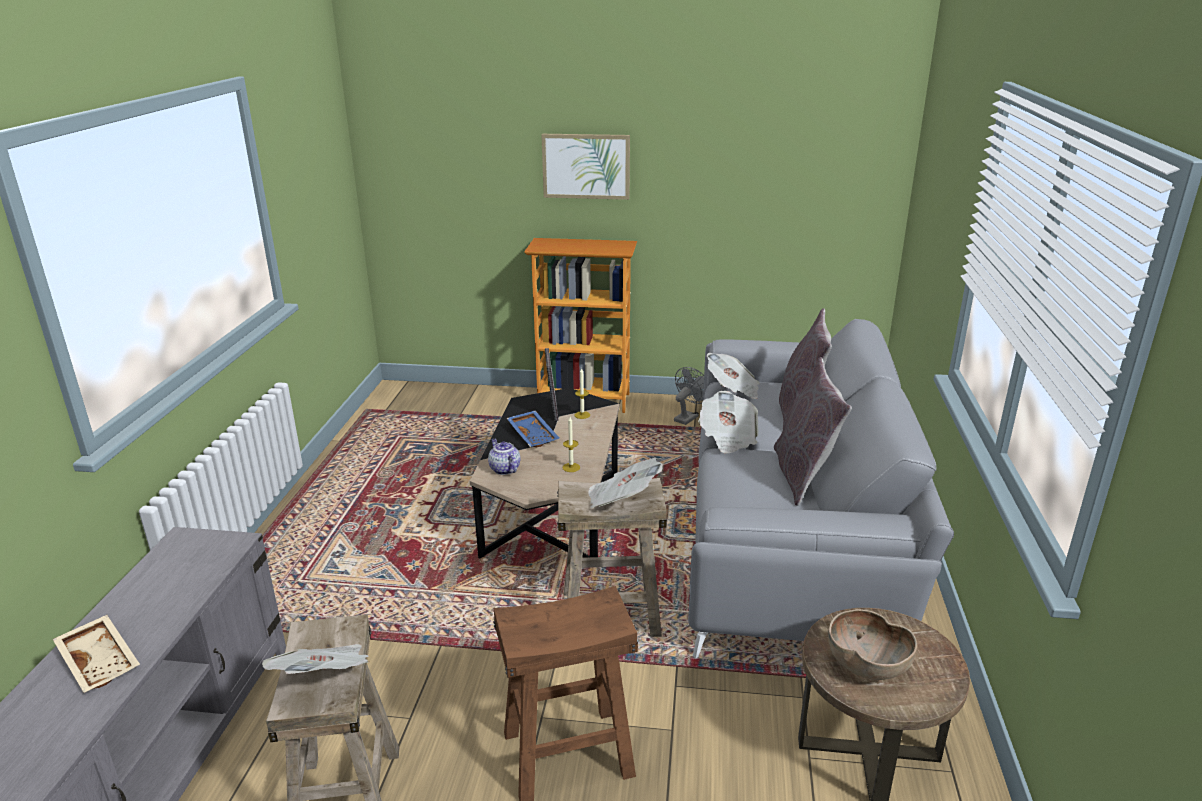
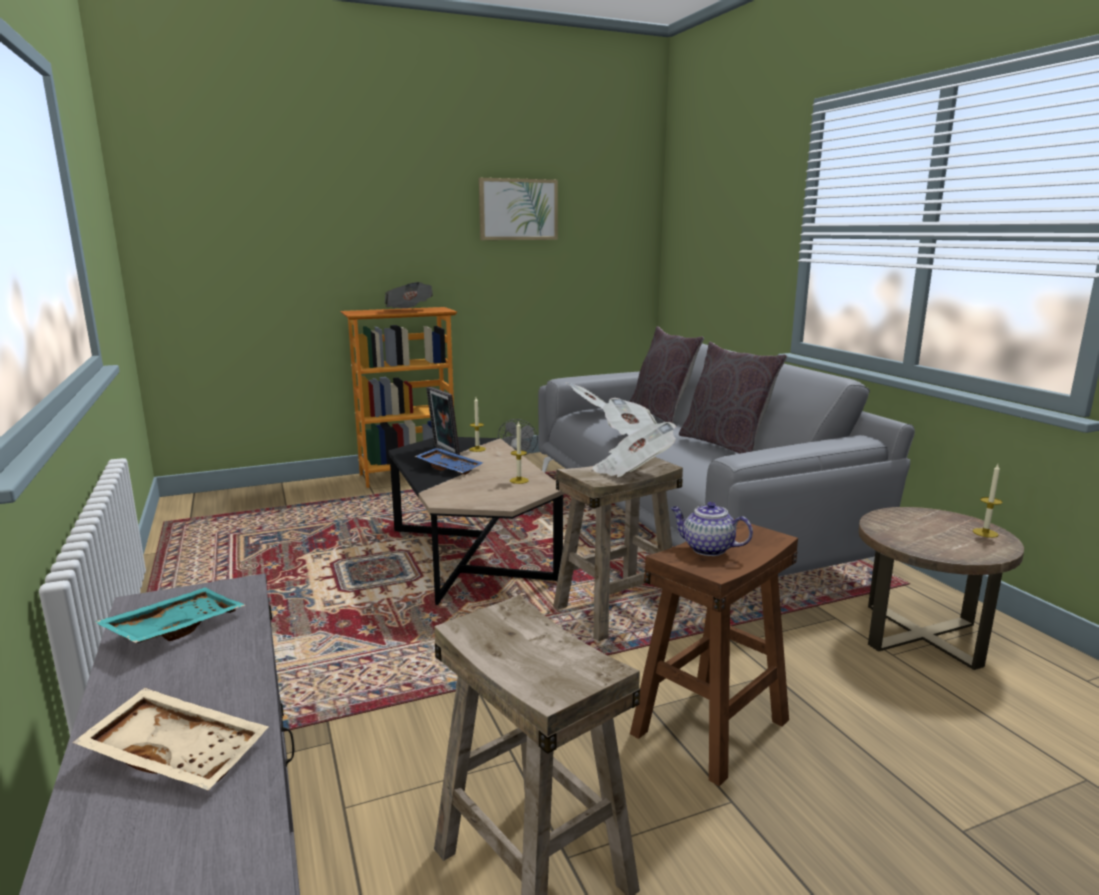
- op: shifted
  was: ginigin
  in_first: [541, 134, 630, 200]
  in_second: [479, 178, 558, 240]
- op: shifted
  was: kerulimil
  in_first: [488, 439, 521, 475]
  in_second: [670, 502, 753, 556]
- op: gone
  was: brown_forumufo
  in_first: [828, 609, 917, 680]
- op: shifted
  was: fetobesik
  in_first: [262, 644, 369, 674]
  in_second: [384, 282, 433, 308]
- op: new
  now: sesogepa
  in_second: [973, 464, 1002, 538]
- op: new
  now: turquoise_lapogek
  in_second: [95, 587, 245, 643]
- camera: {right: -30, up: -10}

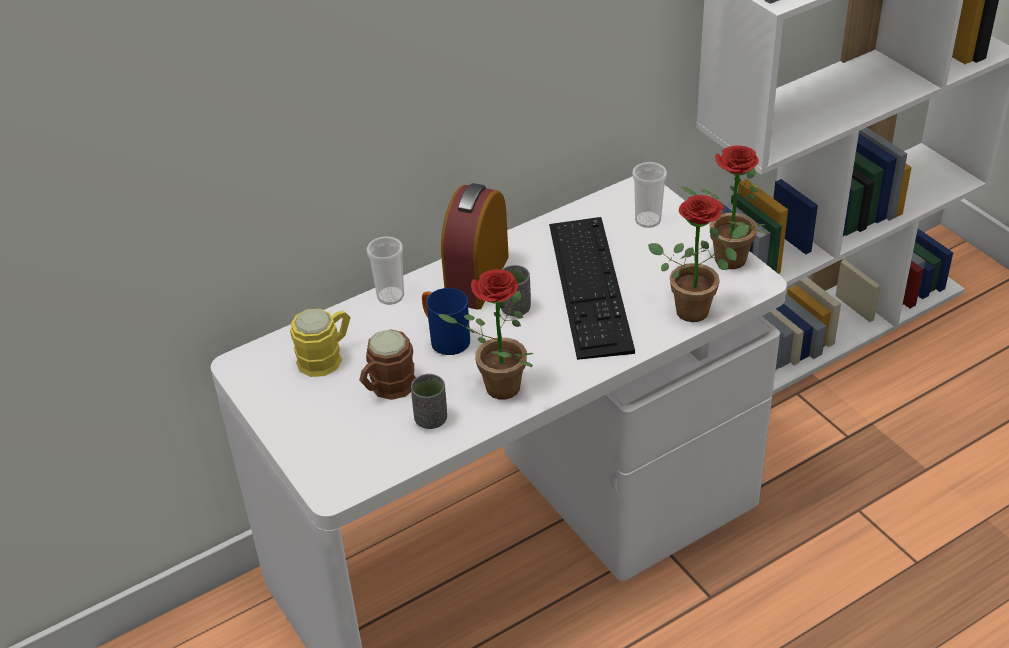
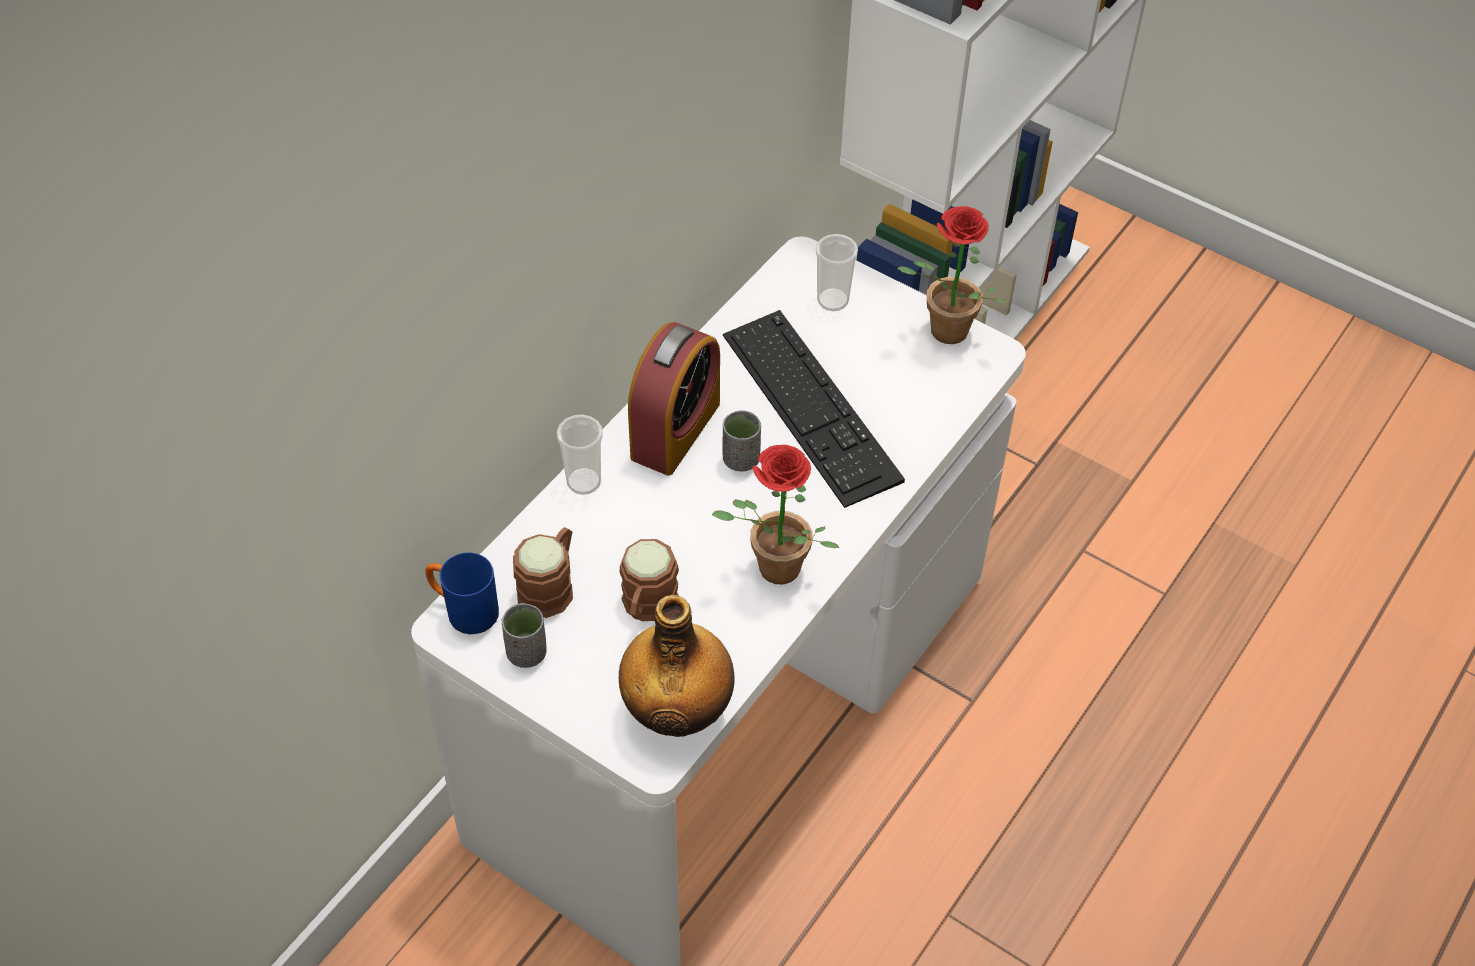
- op: rotated
  was: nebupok
  in_first: [441, 183, 509, 310]
  in_second: [628, 322, 720, 476]
  clockwise: -150
- op: gone
  was: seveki
  in_first: [648, 195, 749, 322]
- op: shifted
  was: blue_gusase
  in_first: [422, 288, 470, 355]
  in_second: [425, 552, 499, 634]
- op: repainted
  was: yellow_gusase
  now: brown_gusase
  in_first: [290, 309, 351, 377]
  in_second: [513, 527, 573, 618]
- op: shifted
  was: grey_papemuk
  in_first: [411, 374, 447, 429]
  in_second: [501, 603, 547, 668]
- op: new
  now: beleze
  in_second: [619, 595, 735, 737]
- camera: {right: -25, up: 10}

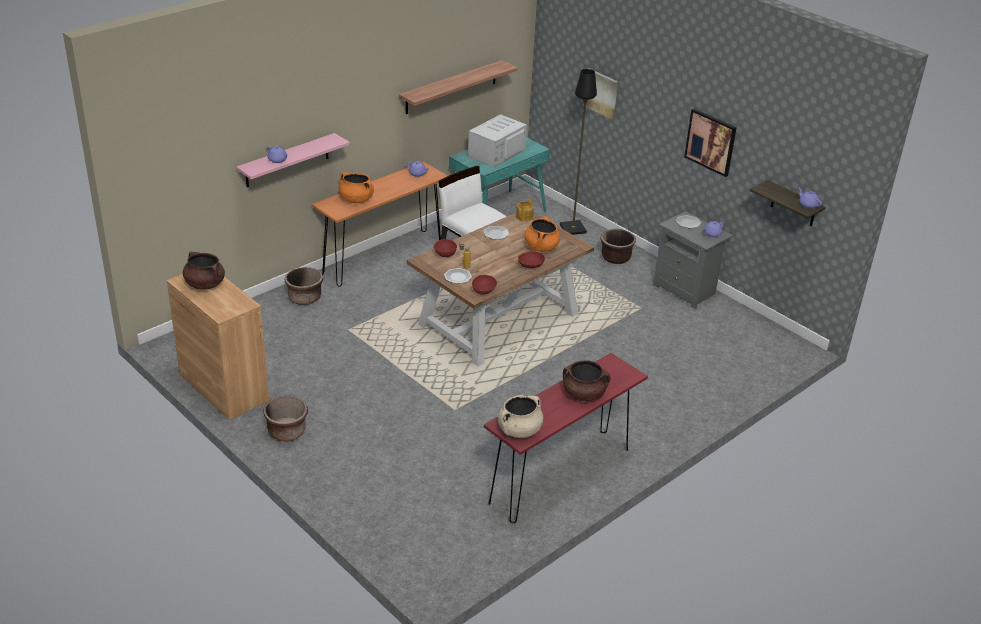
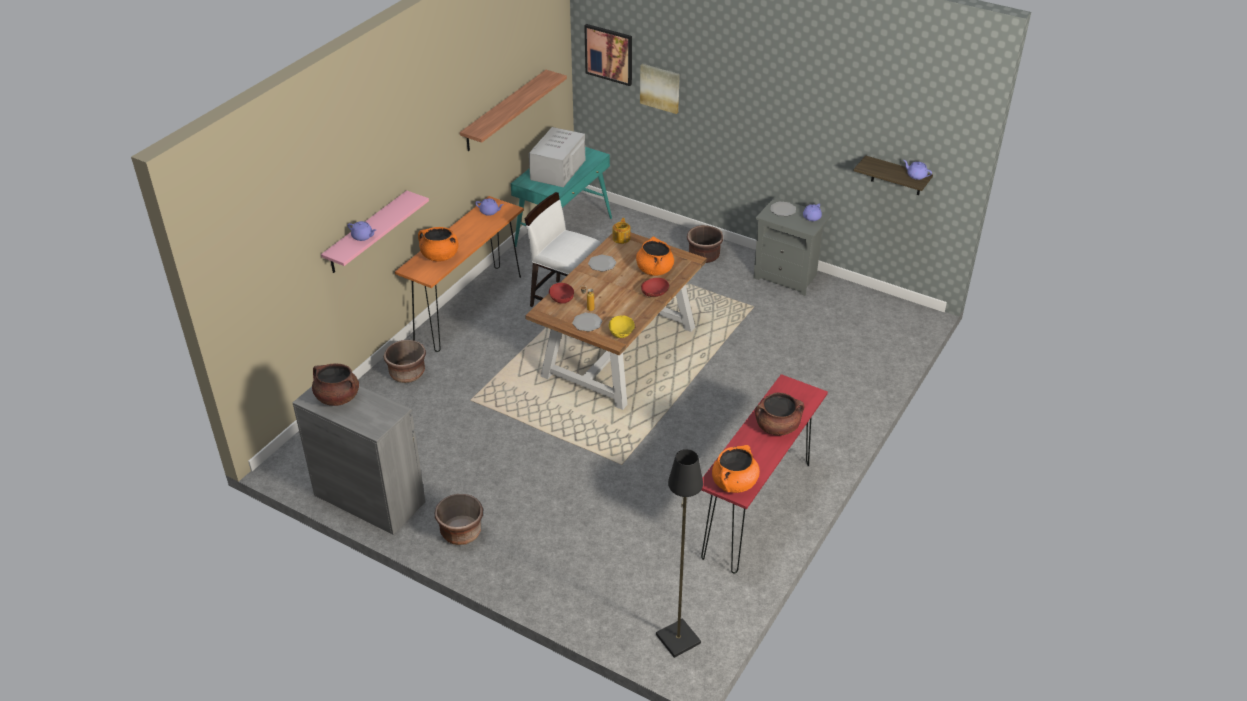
- op: shifted
  was: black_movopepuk
  in_first: [560, 69, 597, 235]
  in_second: [656, 449, 703, 658]
- op: shifted
  was: ginigin
  in_first: [684, 109, 737, 177]
  in_second: [584, 24, 632, 86]
- op: repainted
  was: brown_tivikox
  now: grey_tivikox
  in_first: [167, 274, 269, 420]
  in_second: [293, 386, 426, 535]
- op: repainted
  was: red_forumufo
  now: yellow_forumufo
  in_first: [472, 275, 497, 295]
  in_second: [609, 316, 635, 338]
- op: repainted
  was: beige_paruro
  now: orange_paruro
  in_first: [498, 395, 543, 438]
  in_second: [712, 445, 760, 493]
- camera: {right: -15, up: 5}

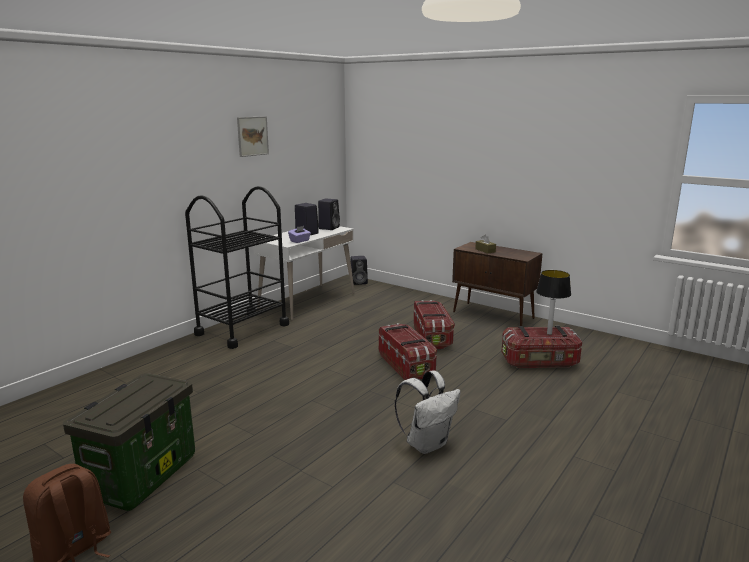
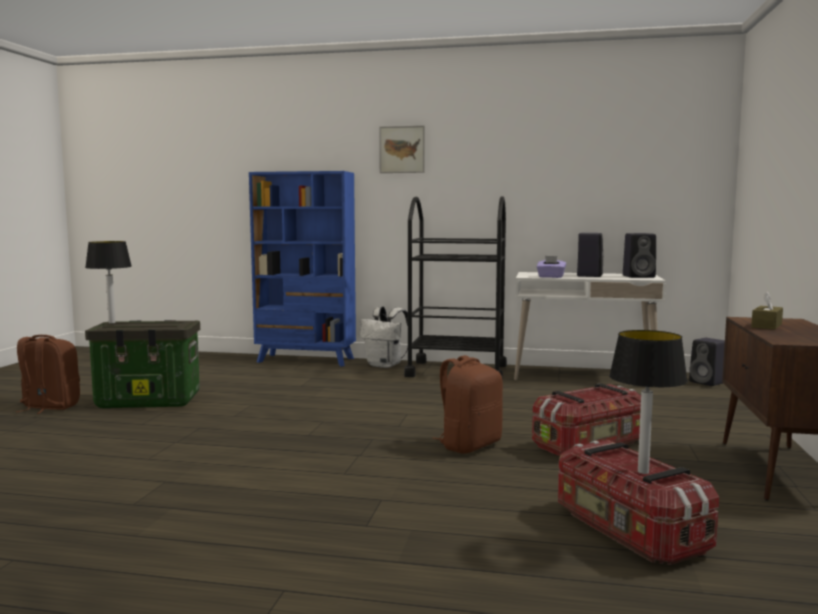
- op: shifted
  was: ginigin
  in_first: [237, 116, 269, 157]
  in_second: [379, 125, 425, 173]
- op: swapped
  was: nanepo
  now: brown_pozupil
  in_first: [379, 323, 437, 380]
  in_second: [432, 355, 503, 453]
- op: shifted
  was: white_pozupil
  in_first: [395, 371, 460, 454]
  in_second: [360, 306, 408, 368]
- op: new
  now: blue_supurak
  in_second: [249, 171, 356, 367]
- op: new
  now: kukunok
  in_second: [85, 241, 132, 324]
- camera: {right: 65, up: -10}

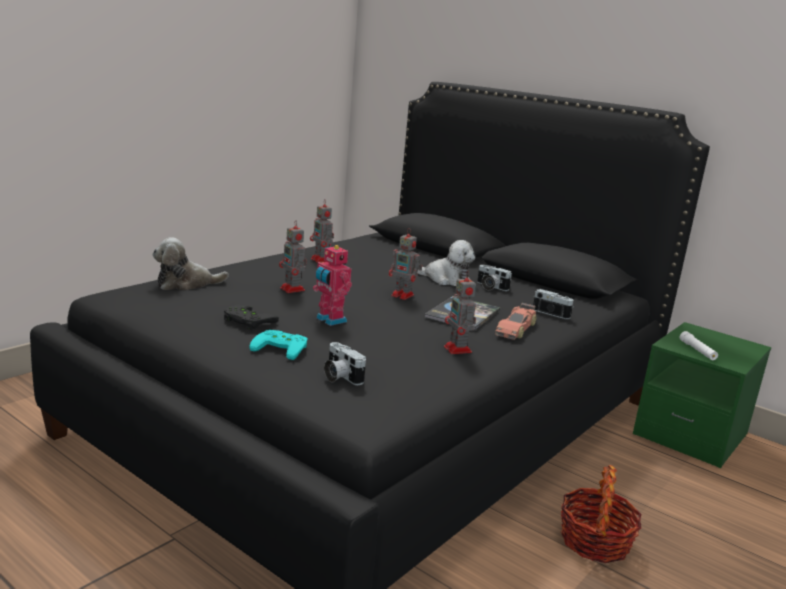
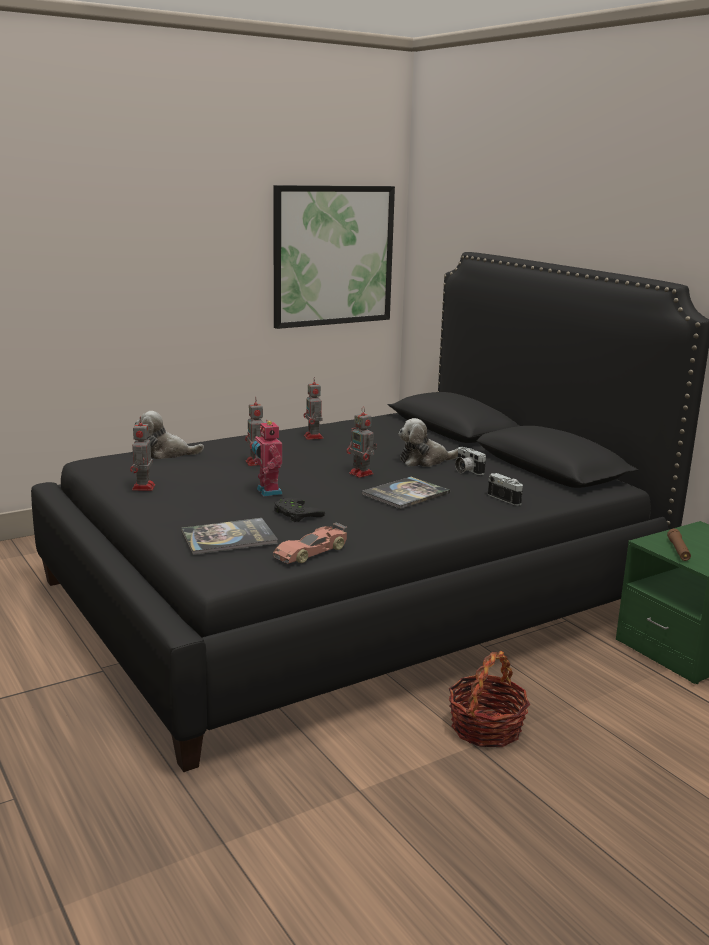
- op: rotated
  was: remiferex
  in_first: [417, 240, 475, 286]
  in_second: [398, 418, 458, 467]
  clockwise: 120
- op: shifted
  was: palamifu
  in_first: [444, 271, 476, 354]
  in_second: [130, 416, 155, 491]
- op: shifted
  was: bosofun
  in_first: [495, 303, 536, 340]
  in_second: [273, 523, 347, 564]
- op: shifted
  was: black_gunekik
  in_first: [224, 305, 279, 330]
  in_second: [274, 498, 325, 522]
- op: gone
  was: turquoise_gunekik
  in_first: [249, 330, 307, 360]
- op: repainted
  was: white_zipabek
  now: brown_zipabek
  in_first: [680, 331, 718, 360]
  in_second: [667, 529, 691, 561]
- op: swapped
  was: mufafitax
  now: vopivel
  in_first: [324, 342, 366, 385]
  in_second: [181, 518, 278, 555]
- op: new
  now: ginigin
  in_second: [273, 185, 395, 329]
- camera: {right: 20, up: 0}

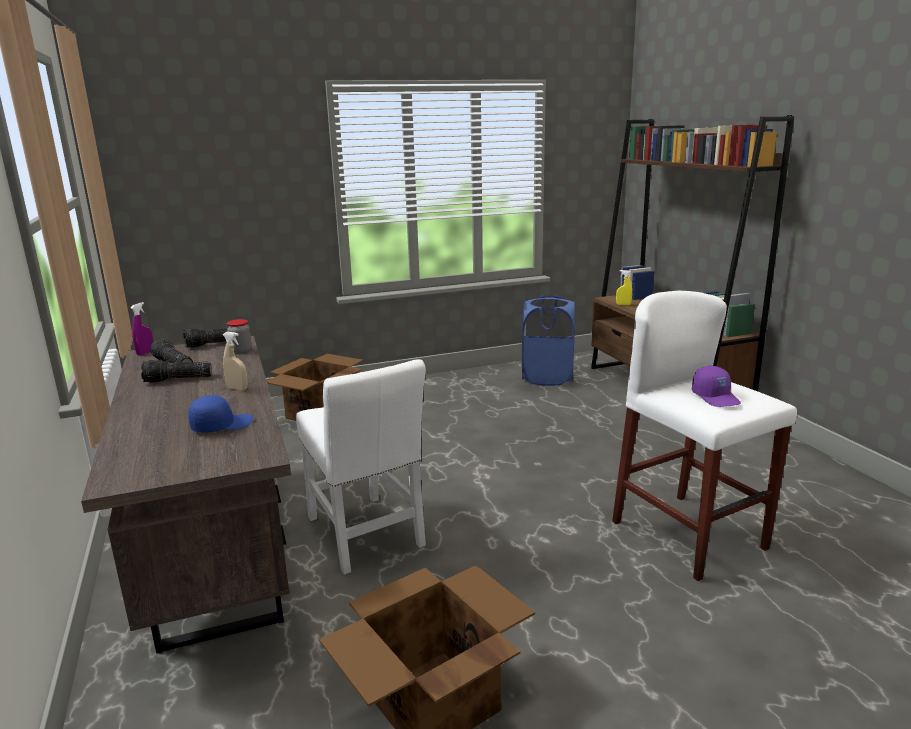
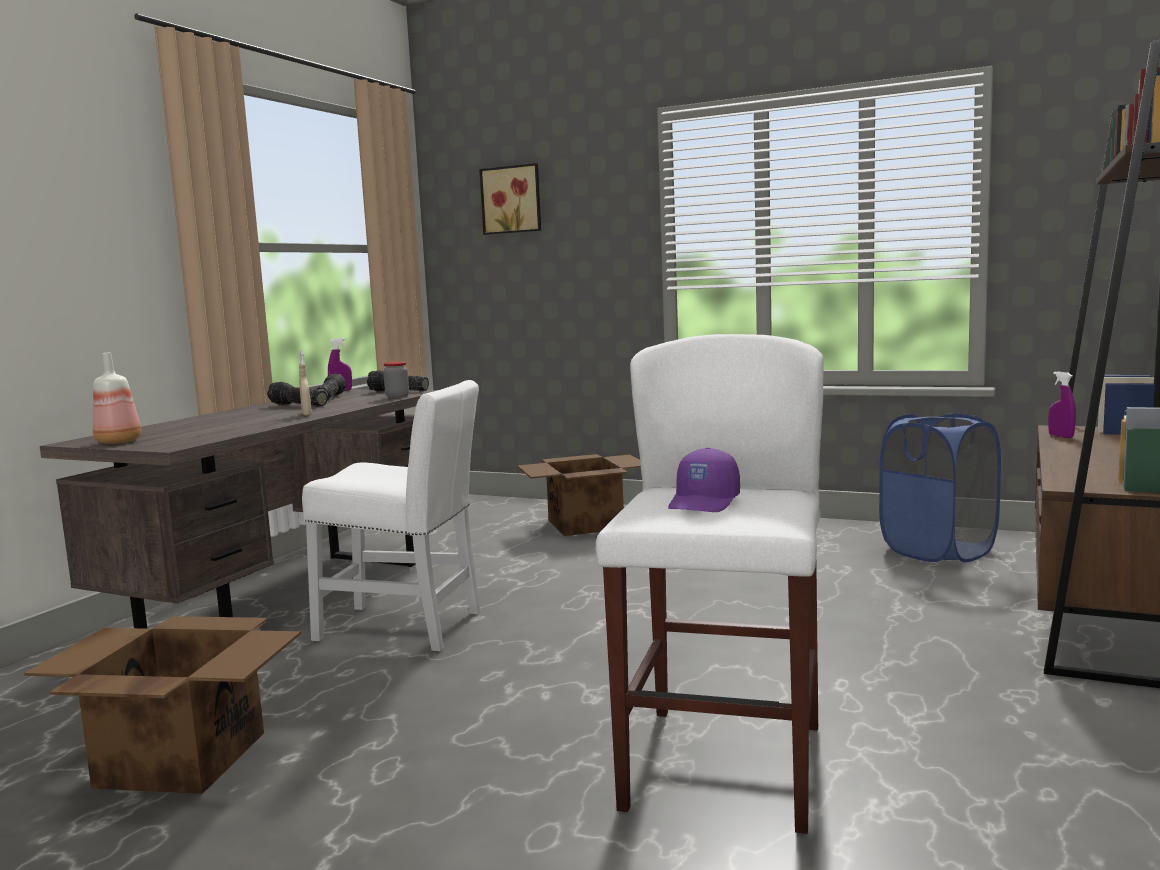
- op: repainted
  was: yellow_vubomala
  now: purple_vubomala
  in_first: [616, 270, 632, 306]
  in_second: [1048, 371, 1076, 438]
- op: rotated
  was: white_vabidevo
  in_first: [296, 359, 426, 575]
  in_second: [302, 380, 481, 651]
  clockwise: -90
- op: gone
  was: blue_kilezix
  in_first: [188, 395, 254, 433]
- op: new
  now: ginigin
  in_second: [479, 163, 541, 235]
- op: new
  now: beleze
  in_second: [93, 353, 141, 444]
- camera: {right: 45, up: -10}

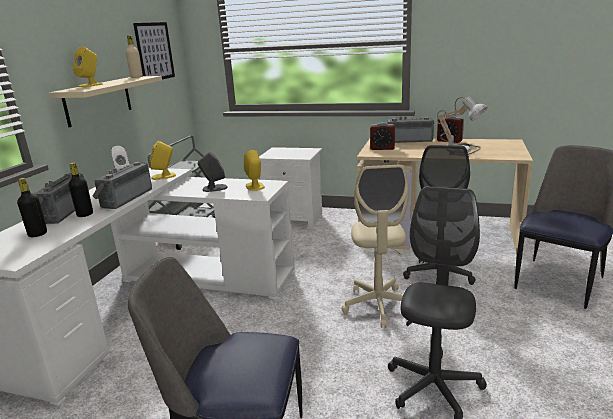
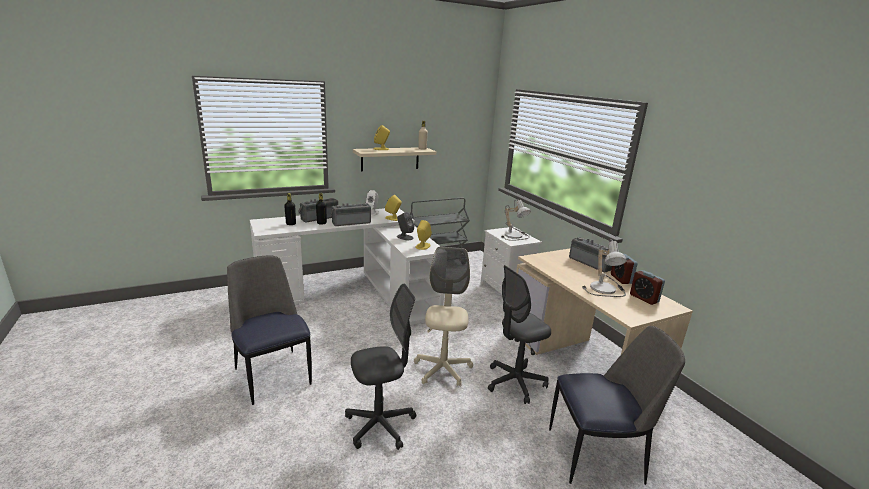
- op: gone
  was: ginigin
  in_first: [133, 22, 175, 80]
- op: shifted
  was: nebupok
  in_first: [370, 122, 395, 150]
  in_second: [630, 270, 665, 305]
- op: rotated
  was: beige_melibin
  in_first: [341, 164, 409, 328]
  in_second: [414, 247, 473, 387]
  clockwise: 135
- op: new
  now: kukunok
  in_second: [501, 199, 531, 241]
- camera: {right: 45, up: 0}

